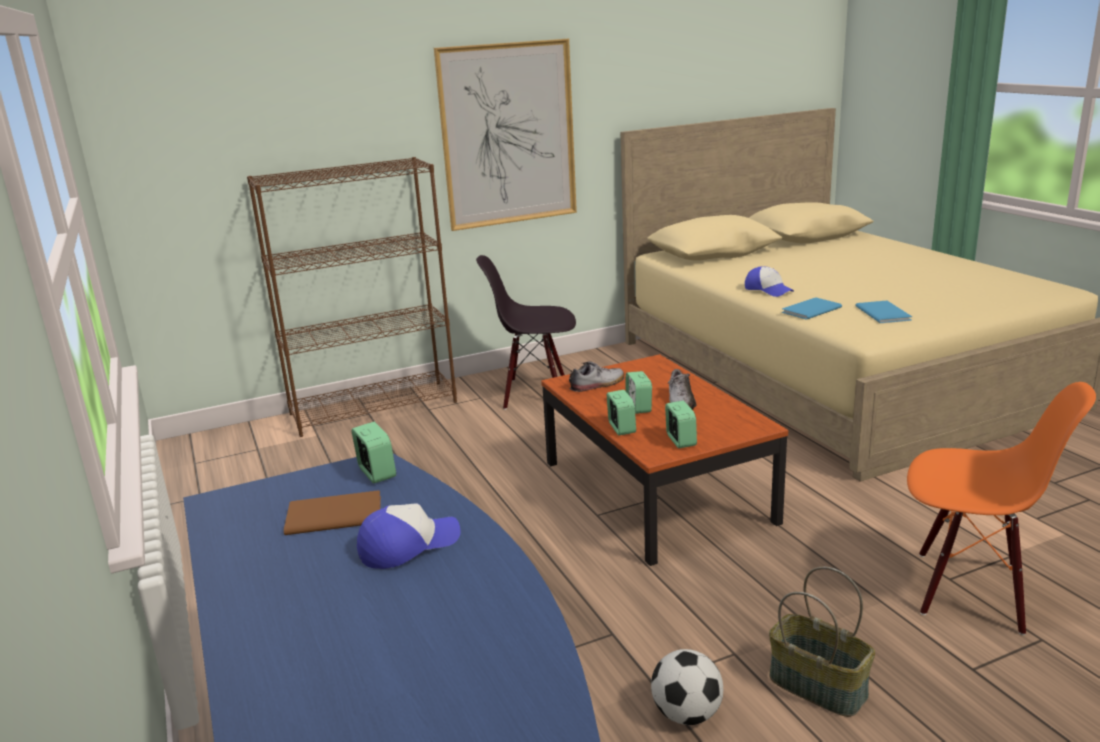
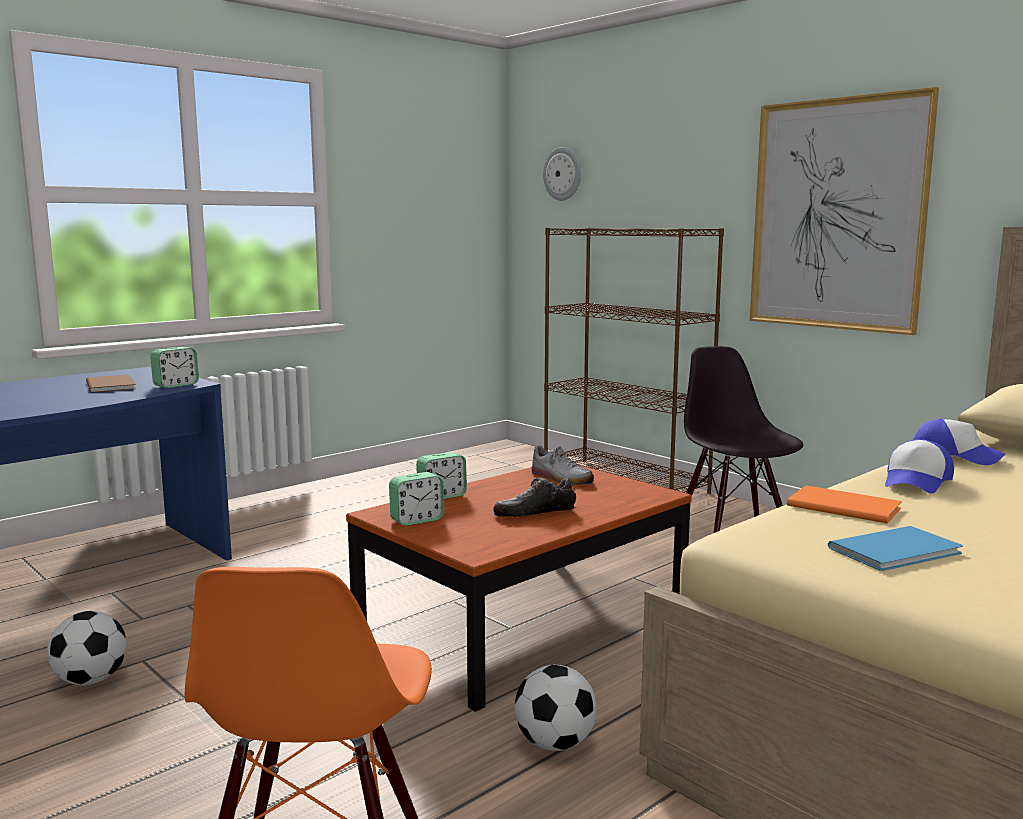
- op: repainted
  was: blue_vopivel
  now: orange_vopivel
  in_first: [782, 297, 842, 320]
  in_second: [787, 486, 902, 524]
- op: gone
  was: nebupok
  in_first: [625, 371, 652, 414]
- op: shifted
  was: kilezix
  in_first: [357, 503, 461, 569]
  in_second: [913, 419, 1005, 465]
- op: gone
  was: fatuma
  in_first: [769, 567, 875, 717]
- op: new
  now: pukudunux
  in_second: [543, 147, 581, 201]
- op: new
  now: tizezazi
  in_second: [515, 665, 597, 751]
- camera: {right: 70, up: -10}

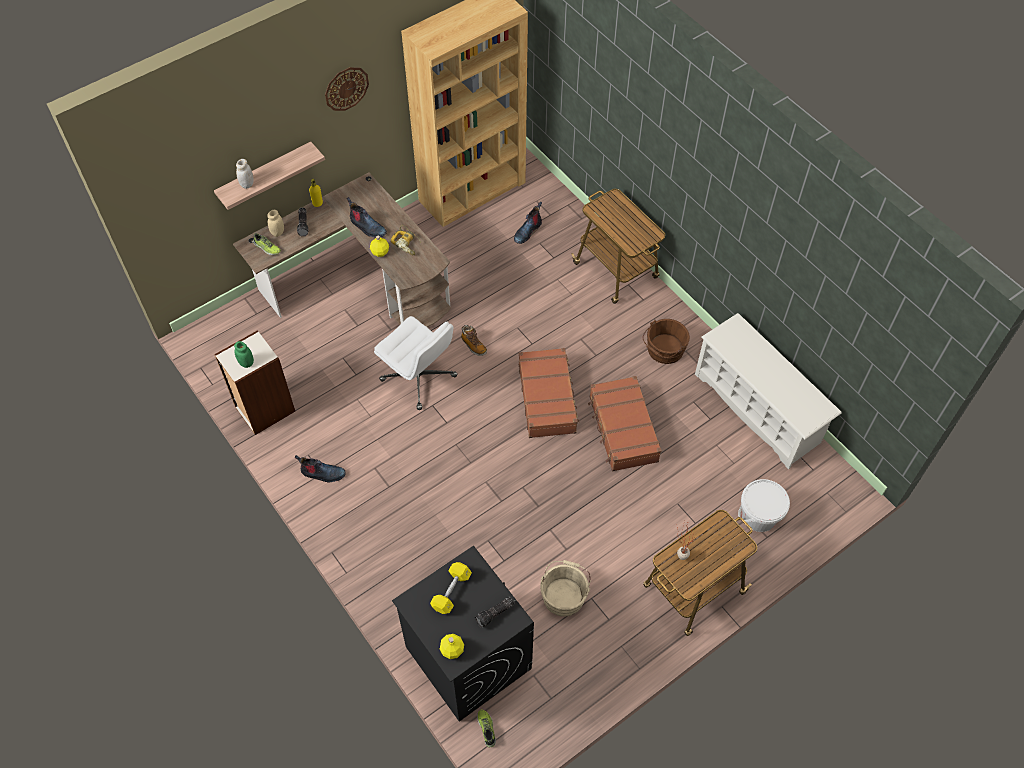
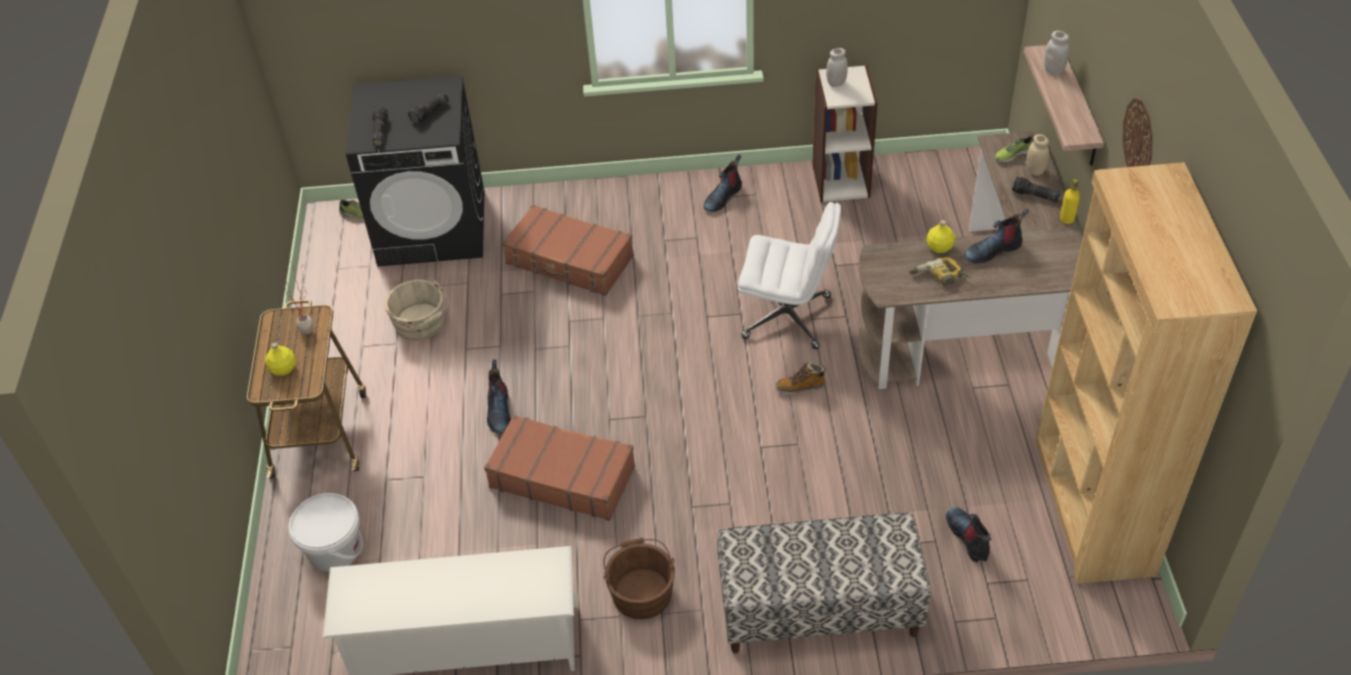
- op: swapped
  was: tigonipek
  now: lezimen
  in_first: [571, 189, 665, 304]
  in_second: [717, 512, 931, 653]
- op: rotated
  was: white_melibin
  in_first: [374, 316, 457, 410]
  in_second: [738, 202, 841, 349]
  clockwise: -150
- op: repainted
  was: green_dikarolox
  now: white_dikarolox
  in_first: [234, 341, 254, 368]
  in_second: [826, 48, 848, 87]
- op: shifted
  was: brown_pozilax
  in_first: [519, 348, 579, 438]
  in_second: [502, 204, 634, 296]
- op: swapped
  was: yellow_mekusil
  now: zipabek
  in_first: [430, 562, 472, 614]
  in_second: [408, 93, 449, 124]
- op: shifted
  was: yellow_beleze
  in_first: [440, 634, 464, 659]
  in_second: [265, 342, 296, 376]
- op: new
  now: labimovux
  in_second: [487, 360, 511, 434]
- camera: {right: 125, up: -10}

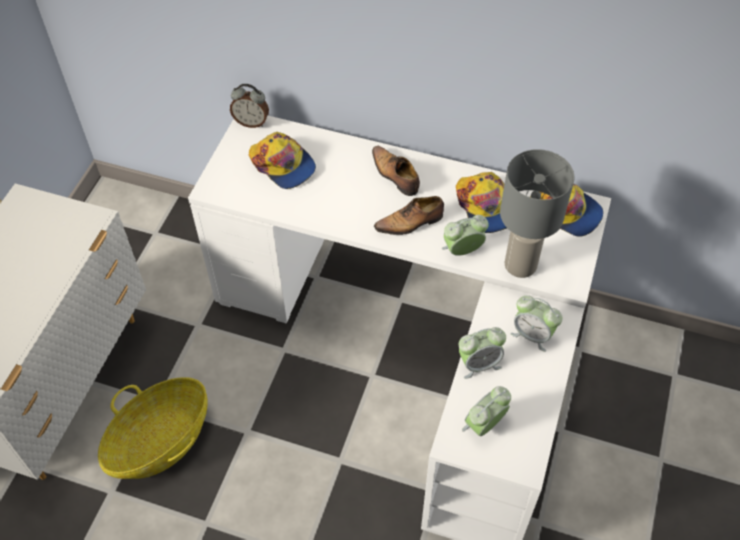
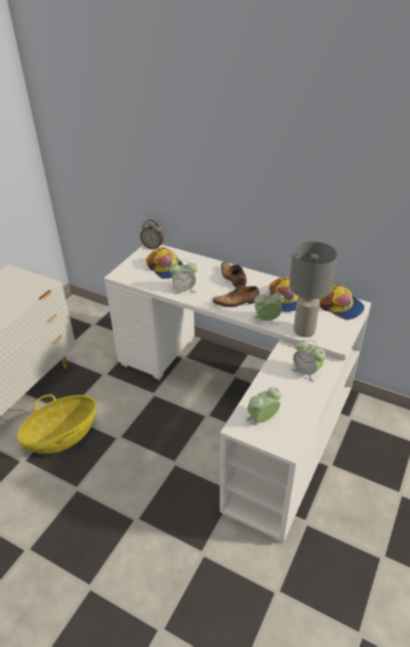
- op: shifted
  was: nebupok
  in_first: [459, 327, 506, 379]
  in_second: [170, 260, 197, 294]
- camera: {right: 10, up: -15}

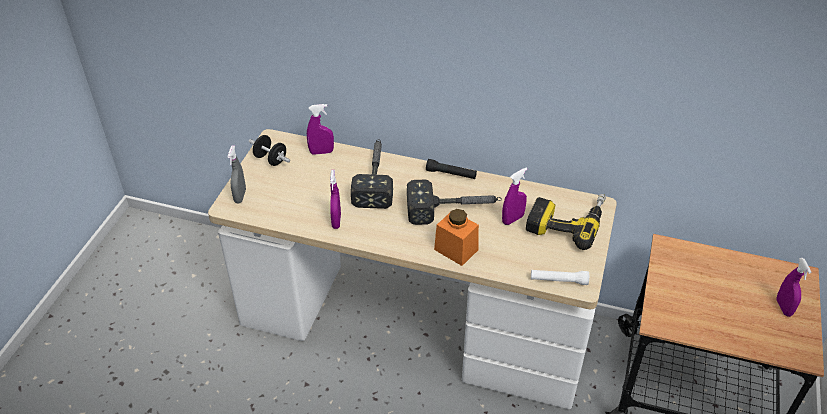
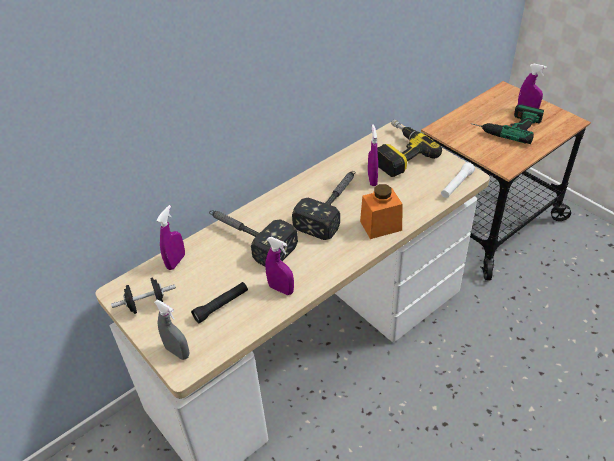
- op: shifted
  was: black_zipabek
  in_first: [426, 159, 477, 179]
  in_second: [191, 282, 248, 323]
- op: new
  now: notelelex
  in_second: [471, 104, 544, 144]
- camera: {right: -55, up: 0}

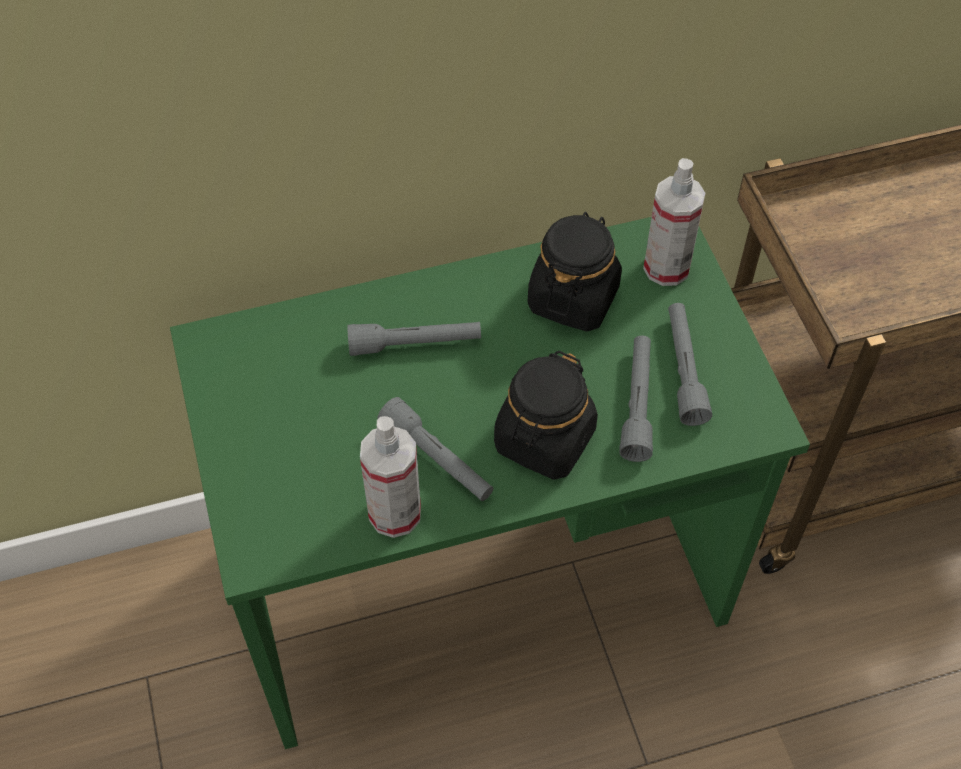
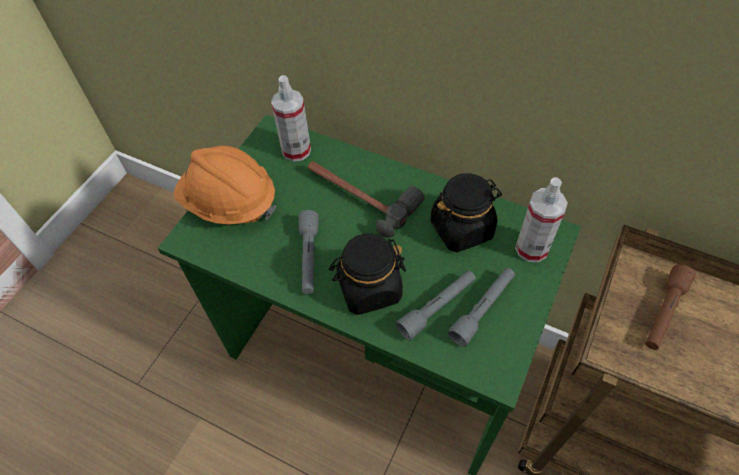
- op: swapped
  was: grey_zipabek
  now: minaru
  in_first: [347, 322, 481, 356]
  in_second: [308, 161, 425, 238]
- op: shifted
  was: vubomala
  in_first: [360, 416, 421, 538]
  in_second: [271, 75, 311, 162]
- op: new
  now: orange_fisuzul
  in_second: [174, 146, 276, 224]
- op: new
  now: brown_zipabek
  in_second: [645, 264, 696, 350]
- camera: {right: 45, up: 0}

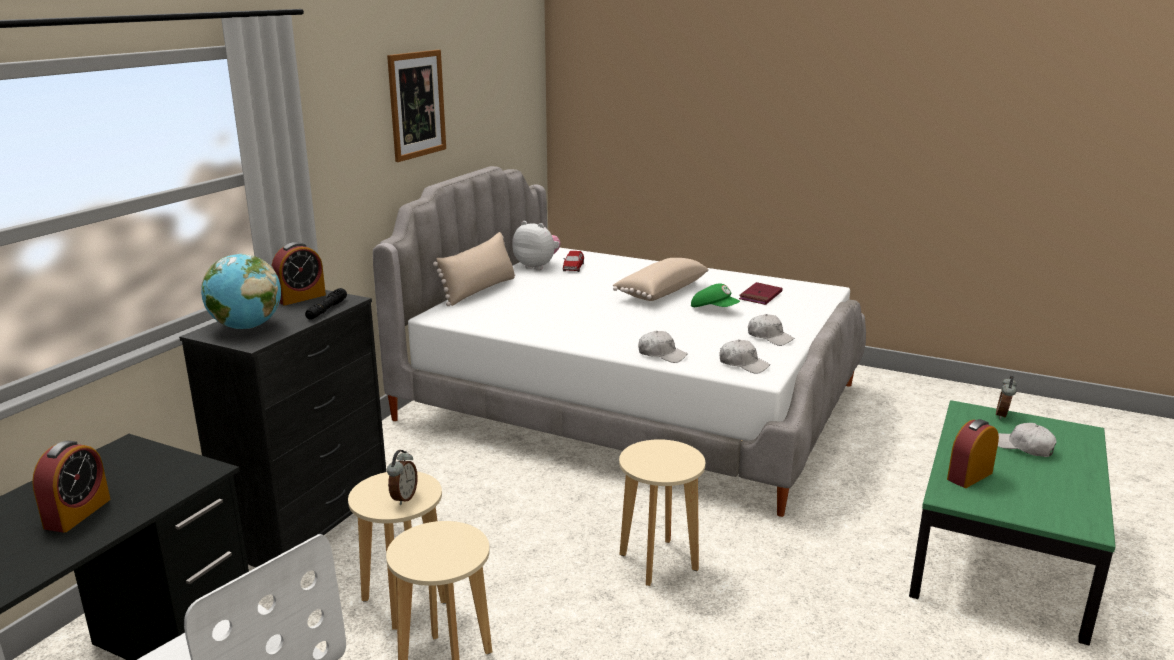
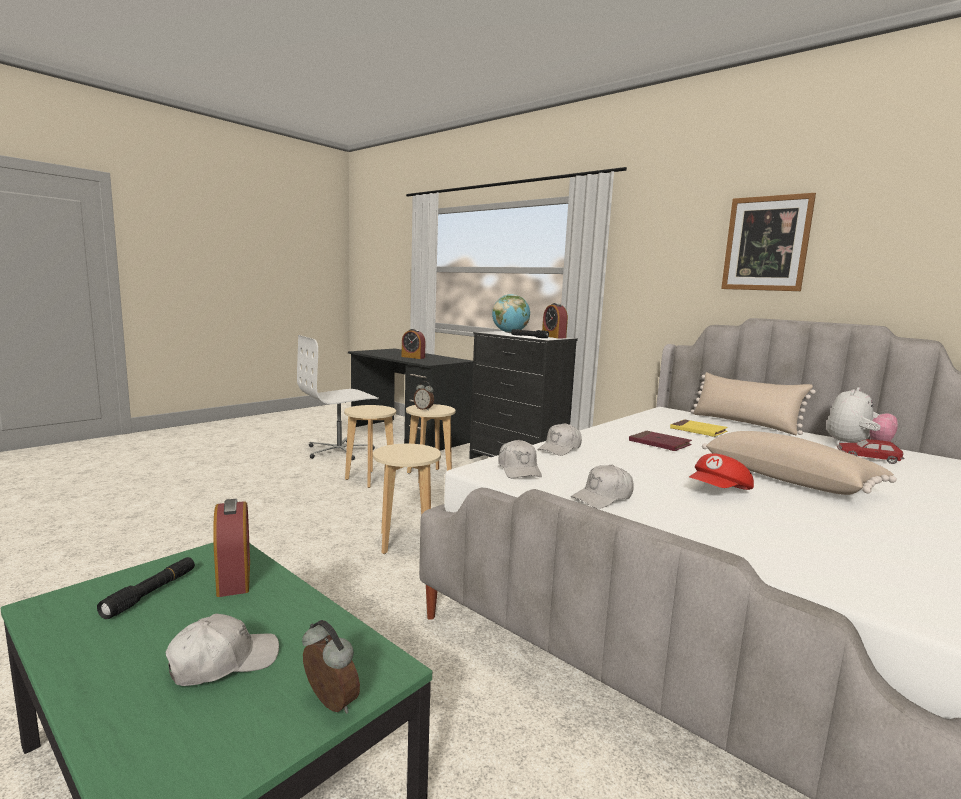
- op: shifted
  was: red_vopivel
  in_first: [739, 282, 783, 305]
  in_second: [629, 431, 692, 451]
- op: repainted
  was: green_kilezix
  now: red_kilezix
  in_first: [691, 284, 740, 307]
  in_second: [689, 453, 754, 490]
- op: rotated
  was: white_kilezix
  in_first: [719, 340, 770, 374]
  in_second: [498, 440, 542, 479]
  clockwise: -60
- op: new
  now: yellow_vopivel
  in_second: [670, 419, 728, 437]
- op: new
  now: black_zipabek
  in_second: [97, 557, 195, 619]
- camera: {right: 105, up: -10}

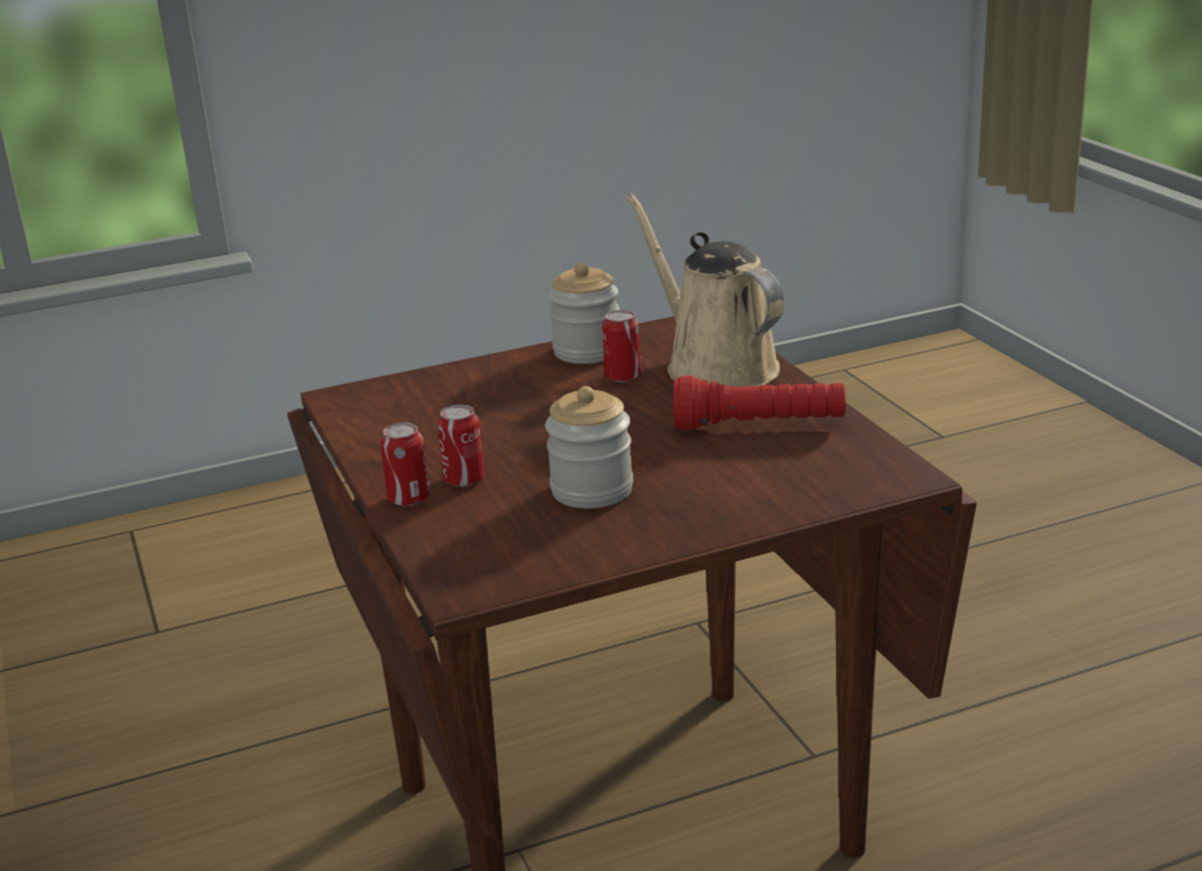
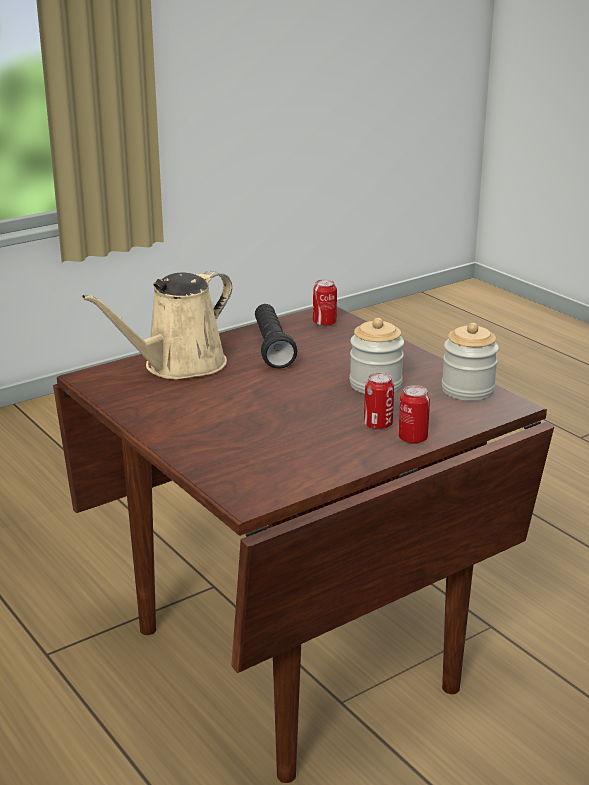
- op: shifted
  was: dikarolox
  in_first: [549, 263, 619, 364]
  in_second: [442, 323, 499, 401]
- op: shifted
  was: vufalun
  in_first: [602, 310, 641, 382]
  in_second: [313, 279, 337, 327]
- op: repainted
  was: red_zipabek
  now: black_zipabek
  in_first: [673, 376, 845, 430]
  in_second: [255, 304, 297, 369]
- camera: {right: -105, up: 0}

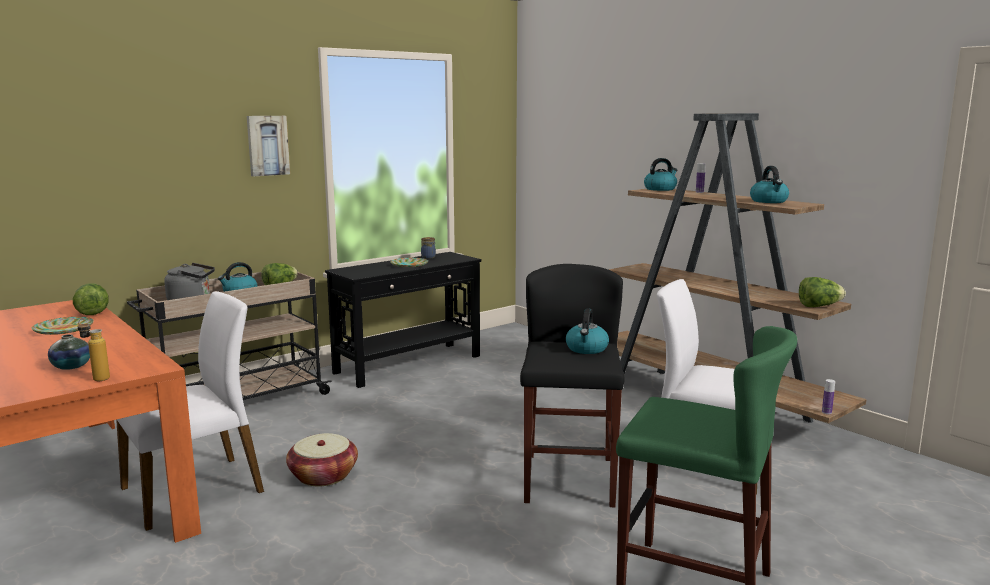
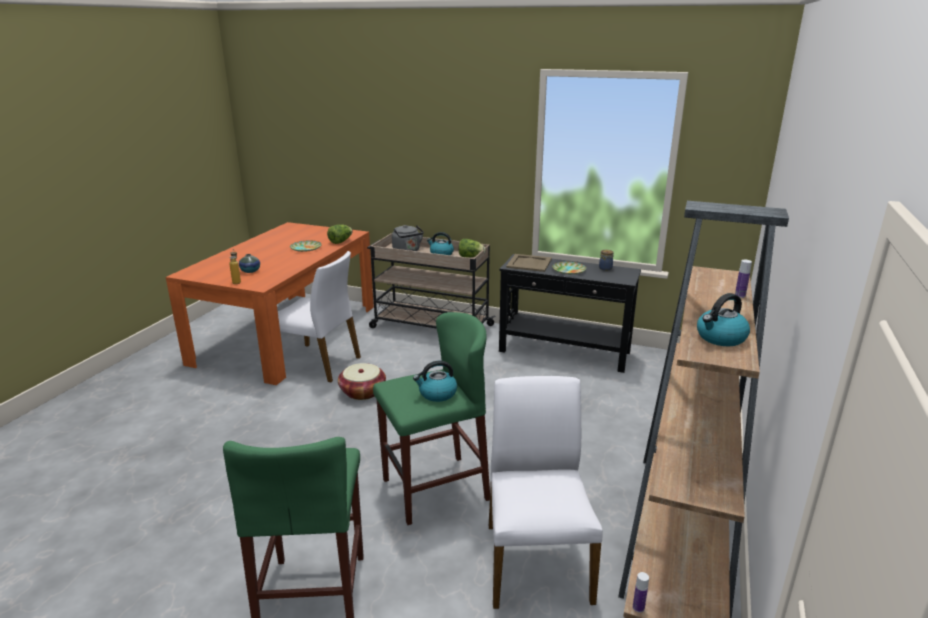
- op: gone
  was: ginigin
  in_first: [247, 116, 290, 177]
- op: gone
  was: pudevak
  in_first: [644, 158, 677, 191]
- op: repainted
  was: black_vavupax
  now: green_vavupax
  in_first: [520, 264, 625, 507]
  in_second: [373, 312, 490, 525]
- op: gone
  was: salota
  in_first: [799, 277, 846, 307]
- op: new
  now: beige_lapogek
  in_second: [506, 254, 552, 272]
- camera: {right: 60, up: 10}

